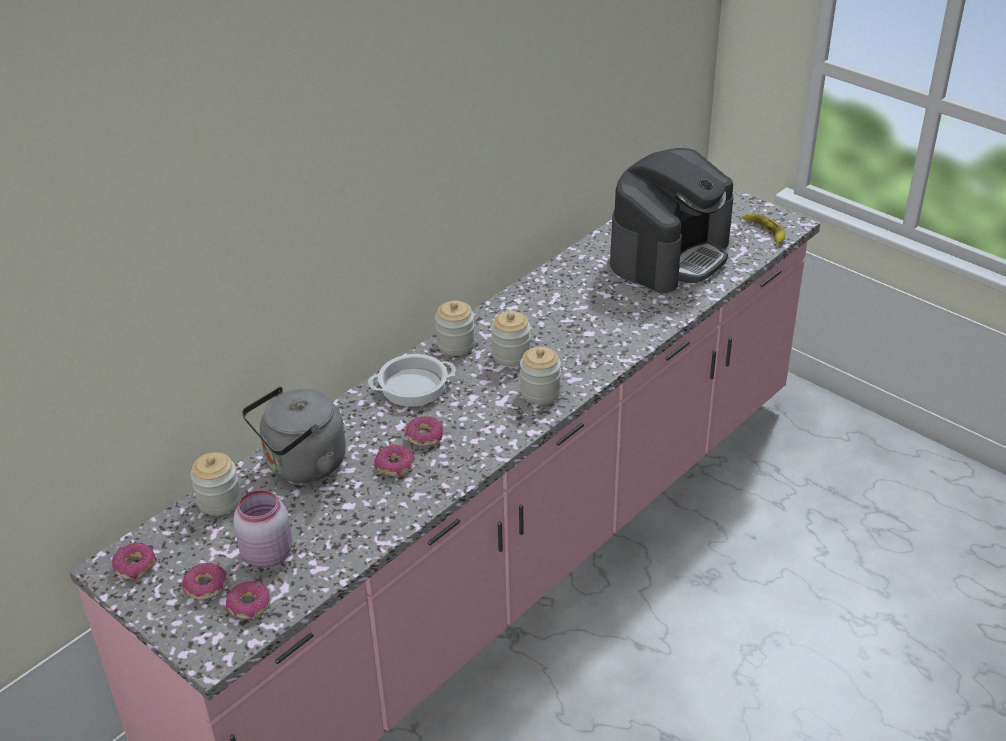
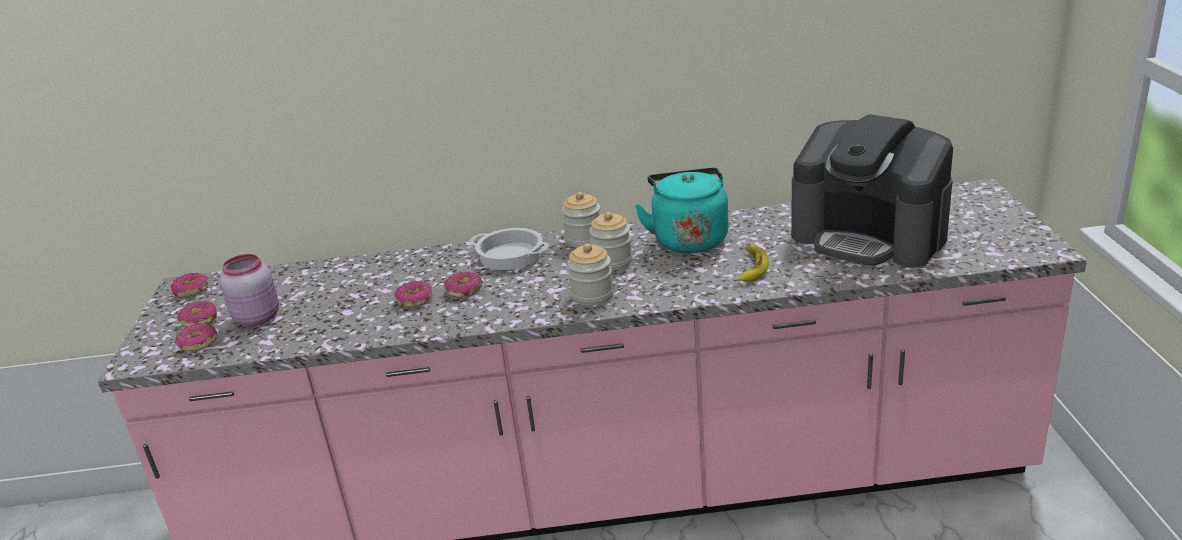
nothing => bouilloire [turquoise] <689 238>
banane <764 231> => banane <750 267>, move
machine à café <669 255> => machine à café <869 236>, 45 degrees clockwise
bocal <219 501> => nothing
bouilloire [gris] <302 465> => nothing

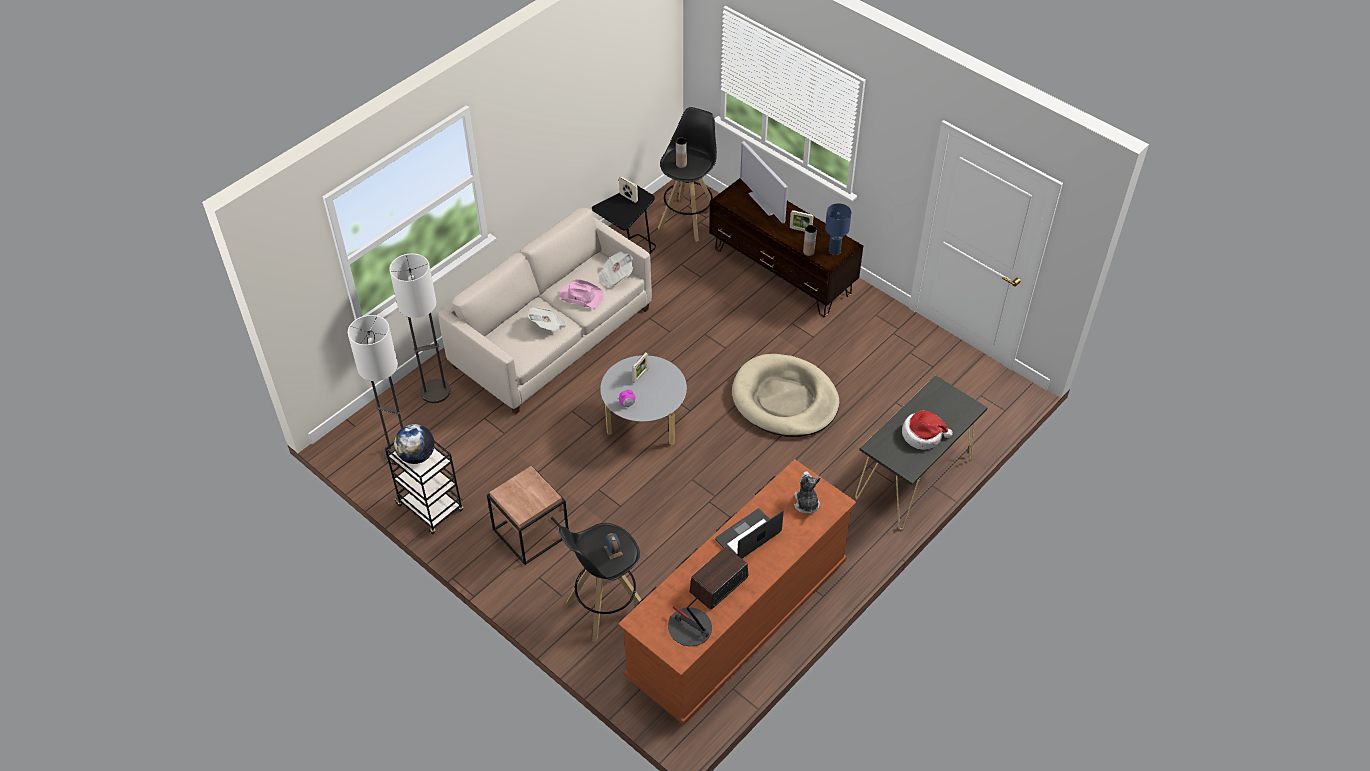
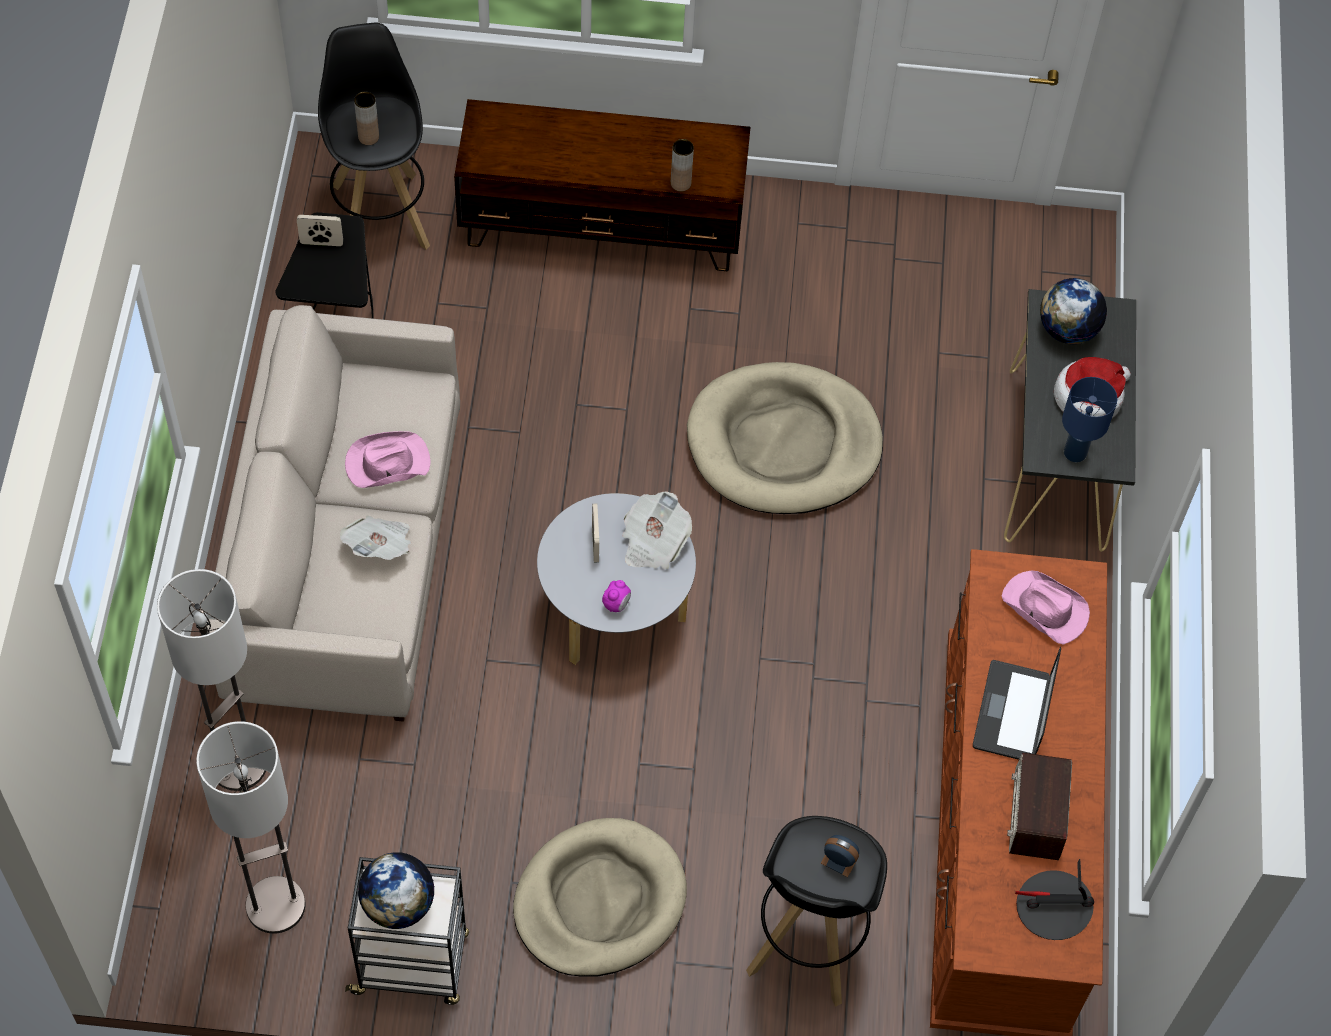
table d'appoint [marron] <530 533> => panier pour chien [beige] <599 901>
journal <615 276> => journal <653 542>, move
peluche <806 503> => chapeau [rose] <1045 609>
nothing => globe <1067 329>
lampe de table [bleu] <834 250> => lampe de table [bleu] <1074 453>, move
téléviseur <764 202> => nothing
cadre photo <800 229> => nothing

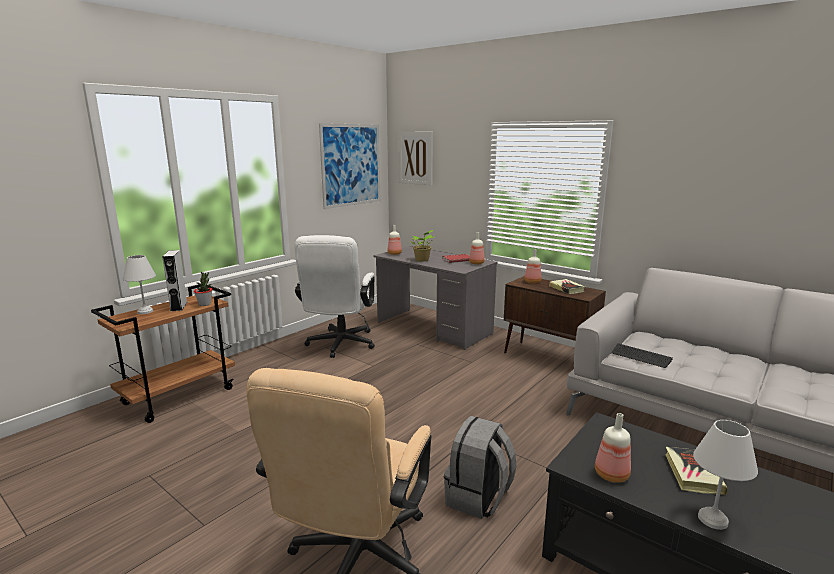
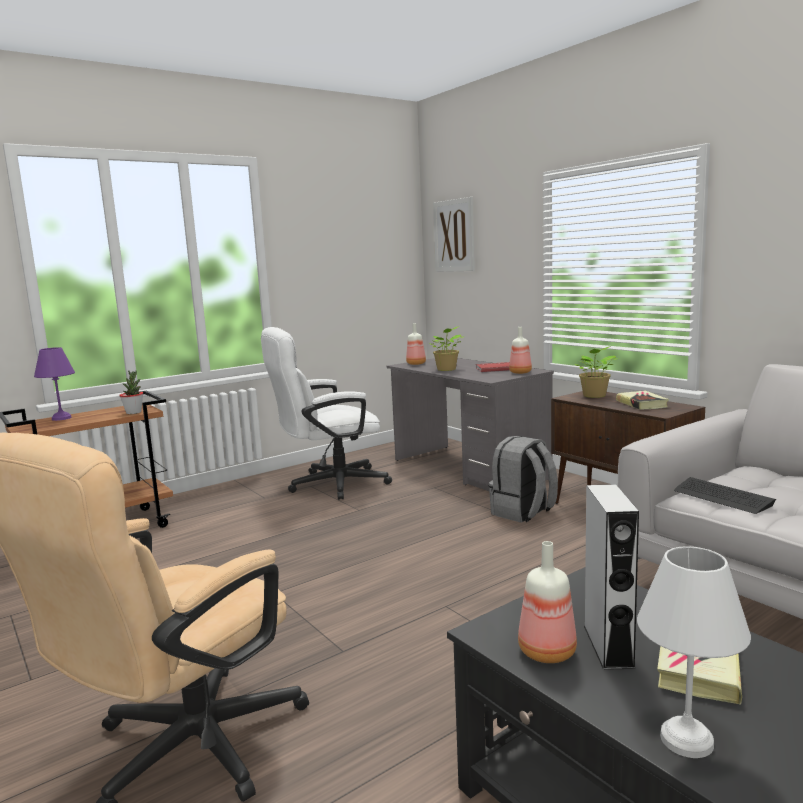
lampe de table [blanc] <145 312> => lampe de table [violet] <61 418>
chaise de bureau [blanc] <339 345> => chaise de bureau [blanc] <329 485>, 45 degrees clockwise
sac à dos [gris] <478 498> => sac à dos [gris] <523 512>, move
bouteille <532 282> => plante en pot <594 396>
enceinte [gris] <179 306> => enceinte [gris] <608 646>, move
tableau <351 165> => nothing

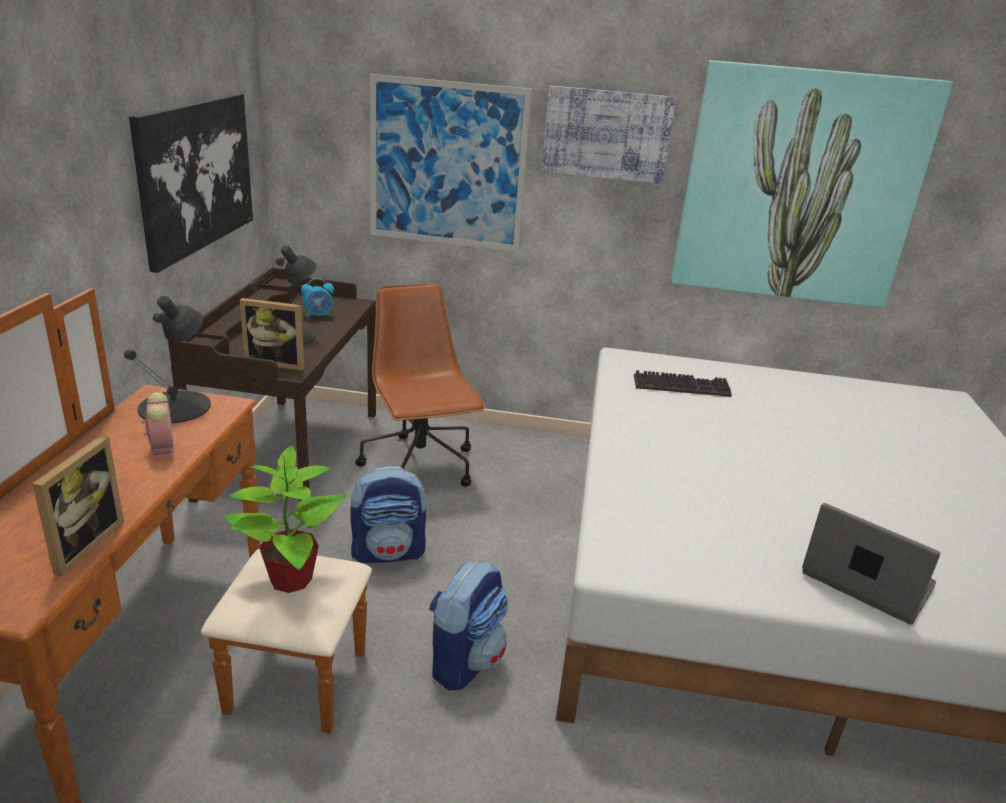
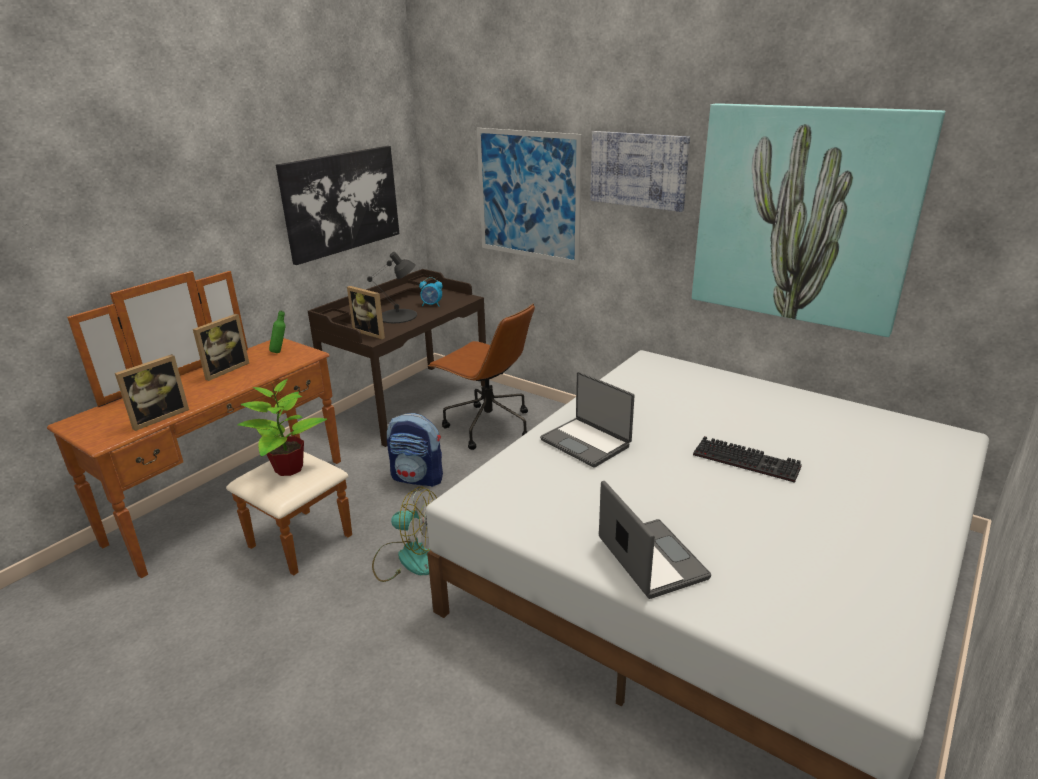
nothing => cadre photo <224 370>
lampe de table [noir] <176 406> => bouteille [vert] <280 351>
sac à dos <465 661> => ventilateur <407 558>
chaise de bureau [marron] <420 467> => chaise de bureau [marron] <487 426>, 120 degrees clockwise
nothing => ordinateur portable <586 442>
clavier <682 386> => clavier <748 461>, move
réveil <162 448> => nothing

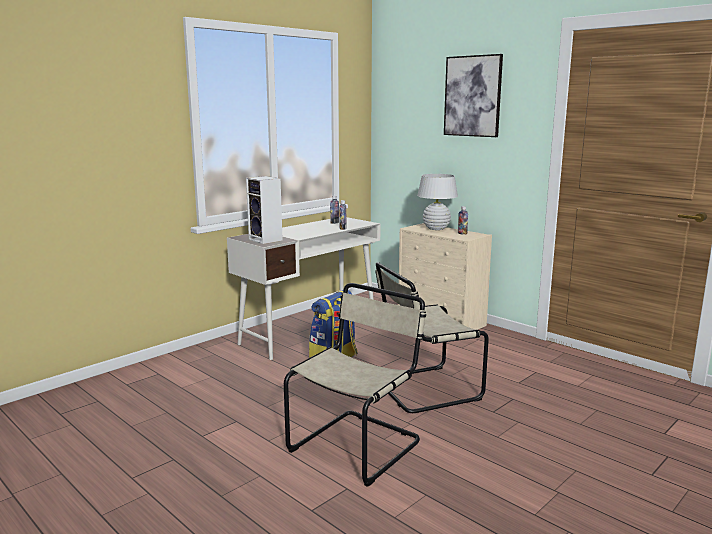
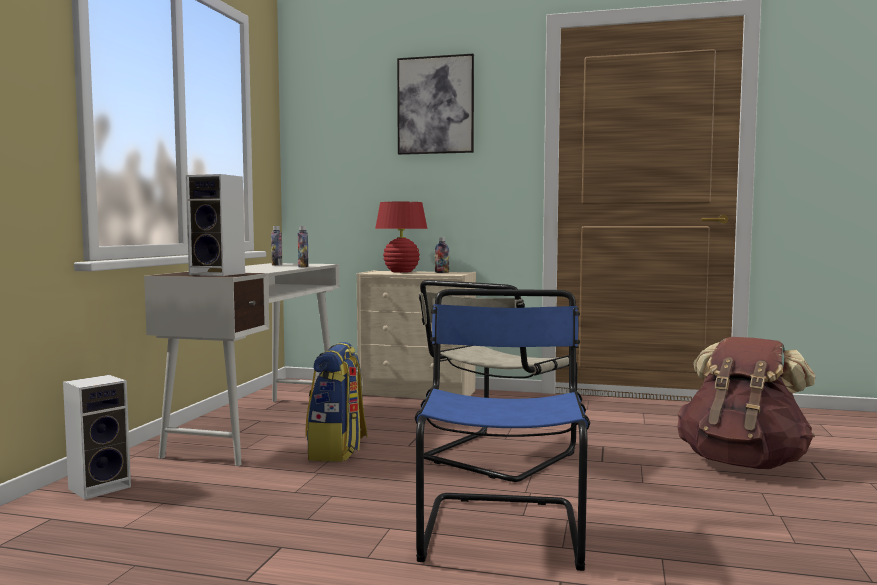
nothing => enceinte <101 487>
lampe de table [blanc] <436 228> => lampe de table [rouge] <401 272>
chaise [beige] <358 444> => chaise [bleu] <501 529>
nothing => sac à dos [marron] <742 463>

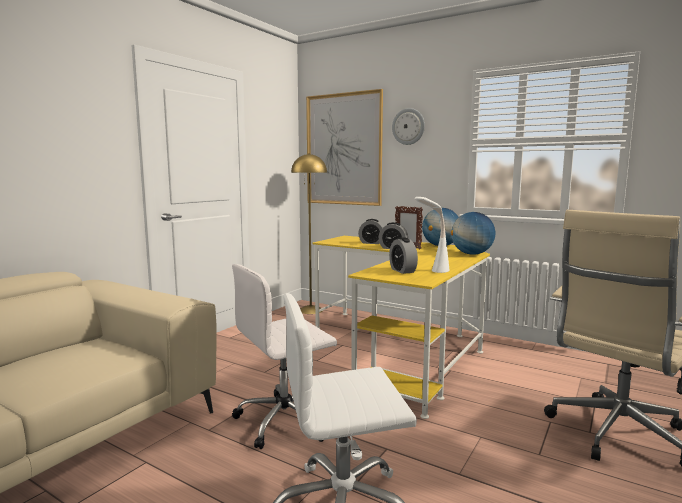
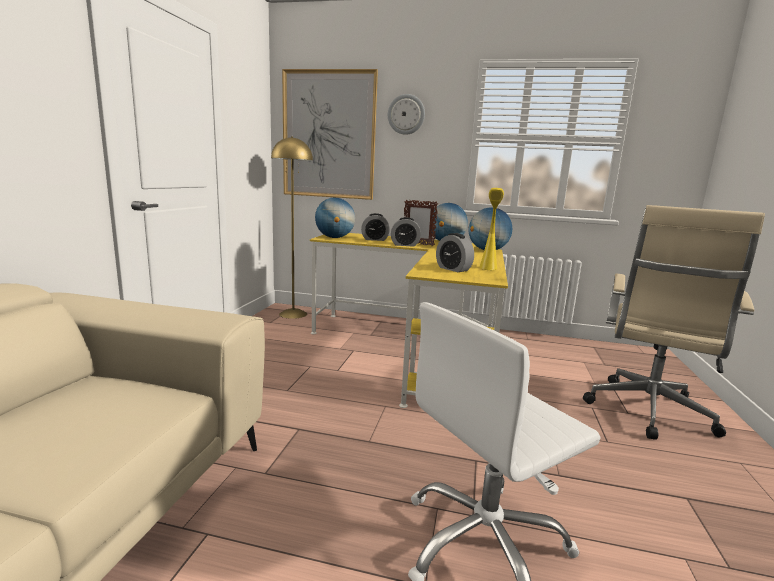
nothing => globe <334 237>
lampe de table [blanc] <431 275> => lampe de table [jaune] <487 273>
chaise de bureau [blanc] <286 420> => nothing

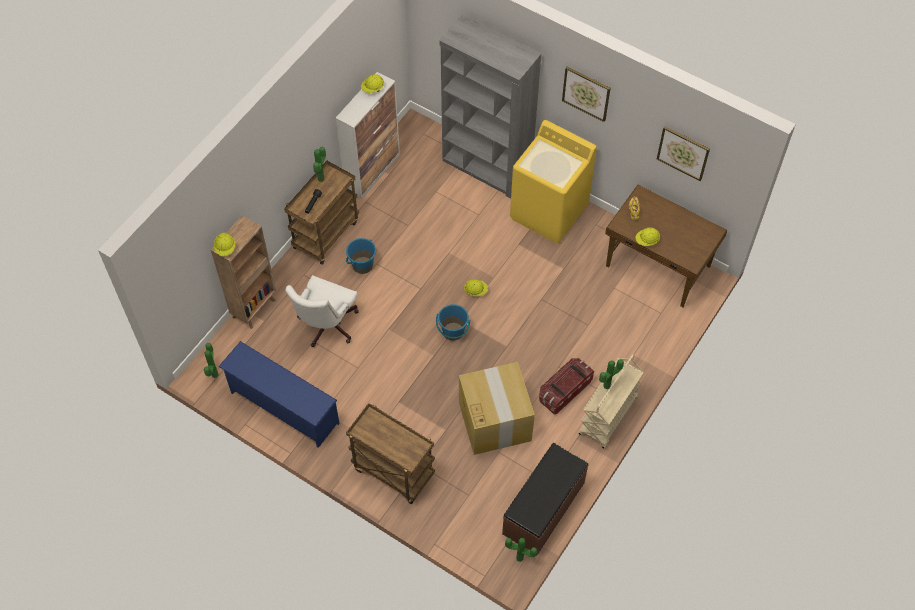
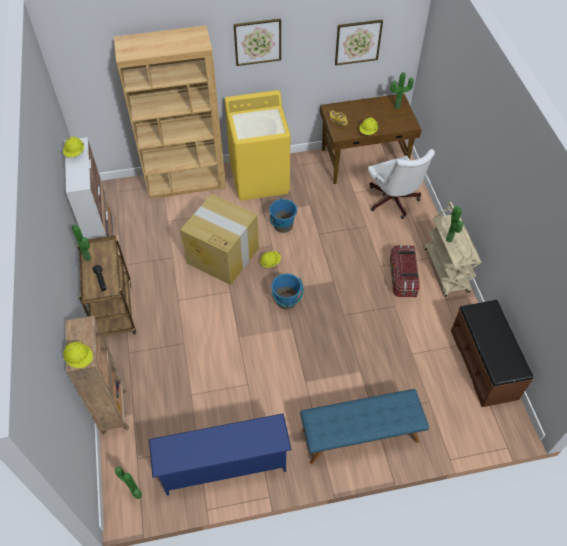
bibliothèque [gris] <486 168> => bibliothèque [marron] <186 182>
carton <494 420> => carton <222 255>, move
seau [bleu] <362 265> => seau [bleu] <283 226>, move
chariot [marron] <392 472> => banc [bleu] <360 436>
chaise de bureau [blanc] <326 326> => chaise de bureau [blanc] <393 202>, move
plante en pot <519 559> => plante en pot <398 107>, move

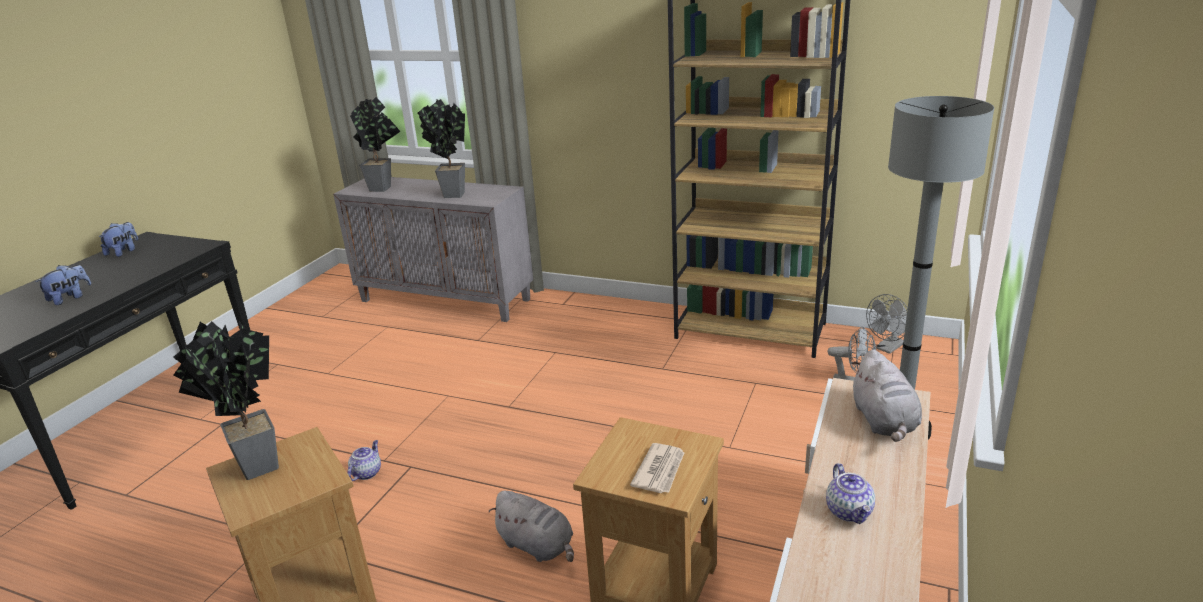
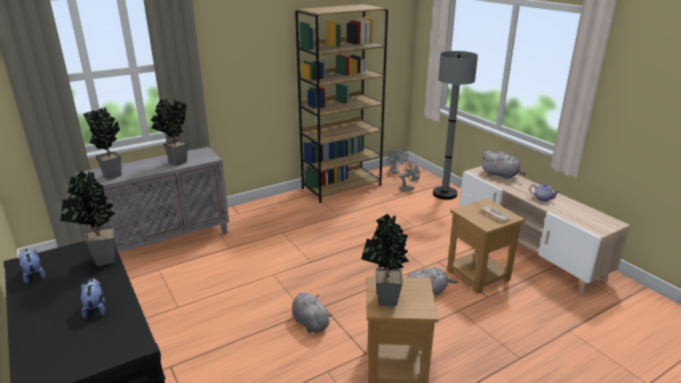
nothing => plante en pot <103 262>
théière <366 473> => peluche [gris] <309 322>

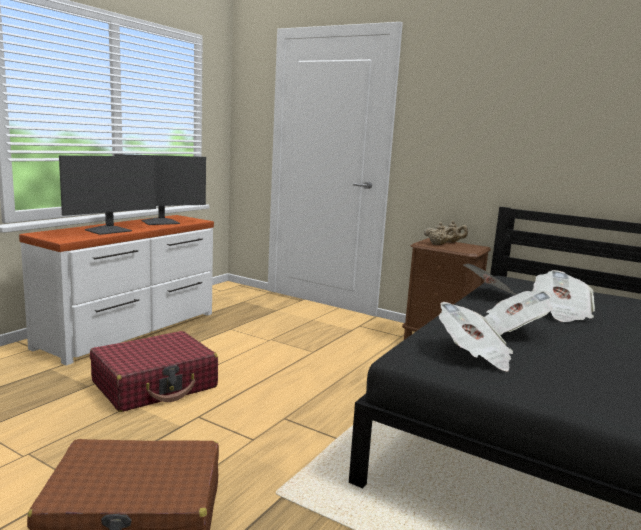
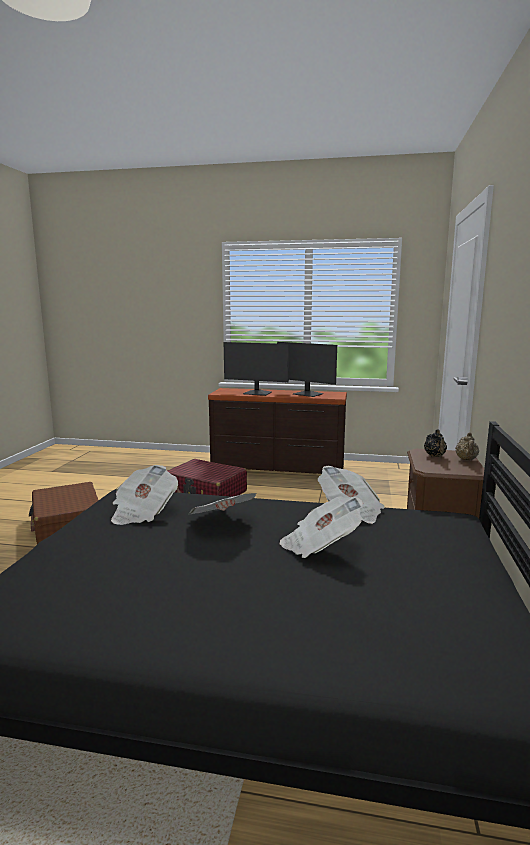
commode [blanc] <131 330> => commode [marron] <277 468>
théière [beige] <438 244> => théière [noir] <435 456>

